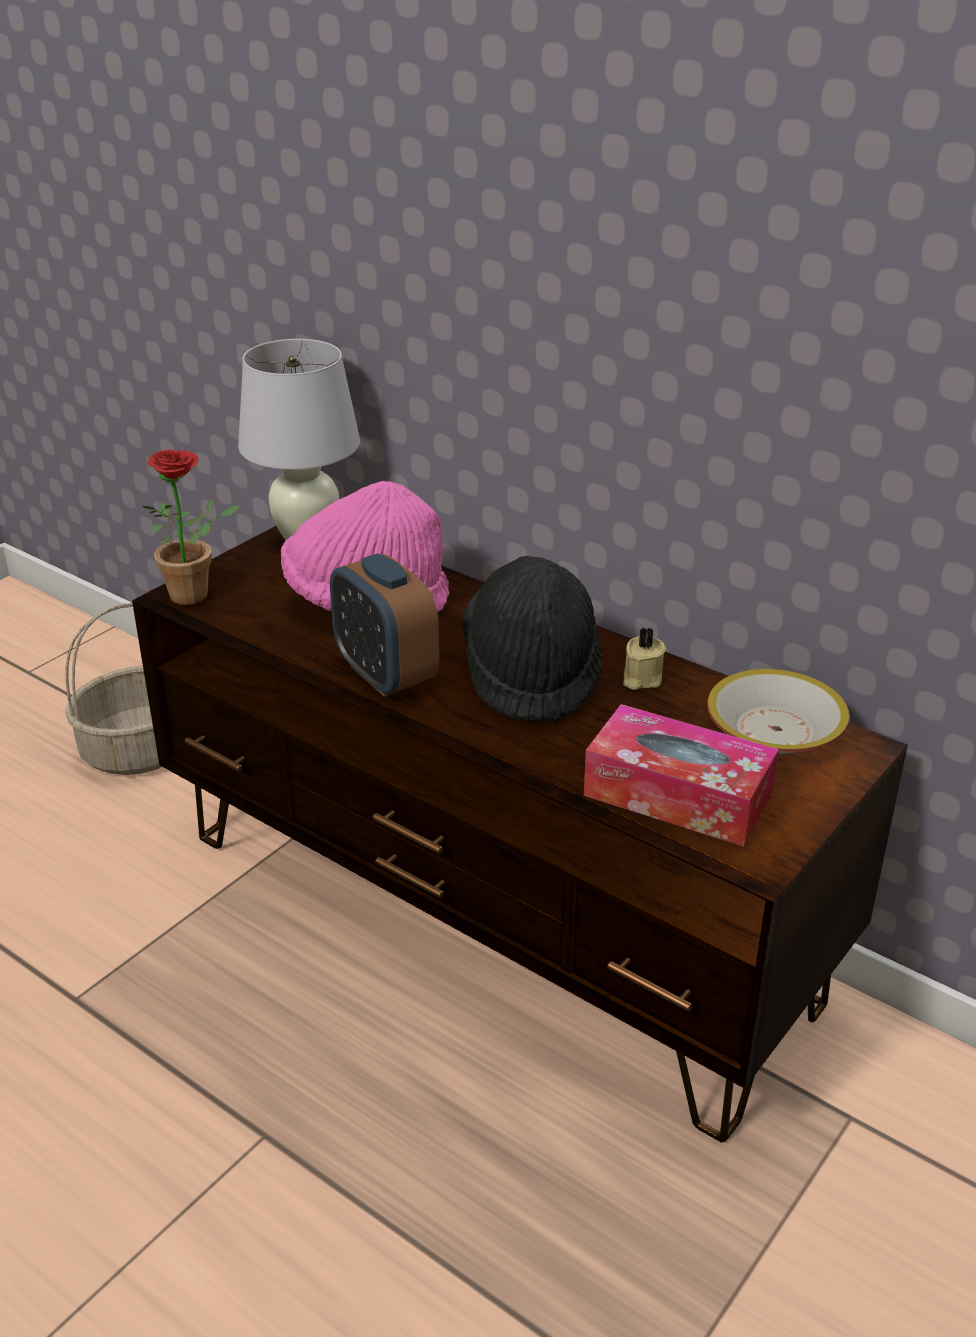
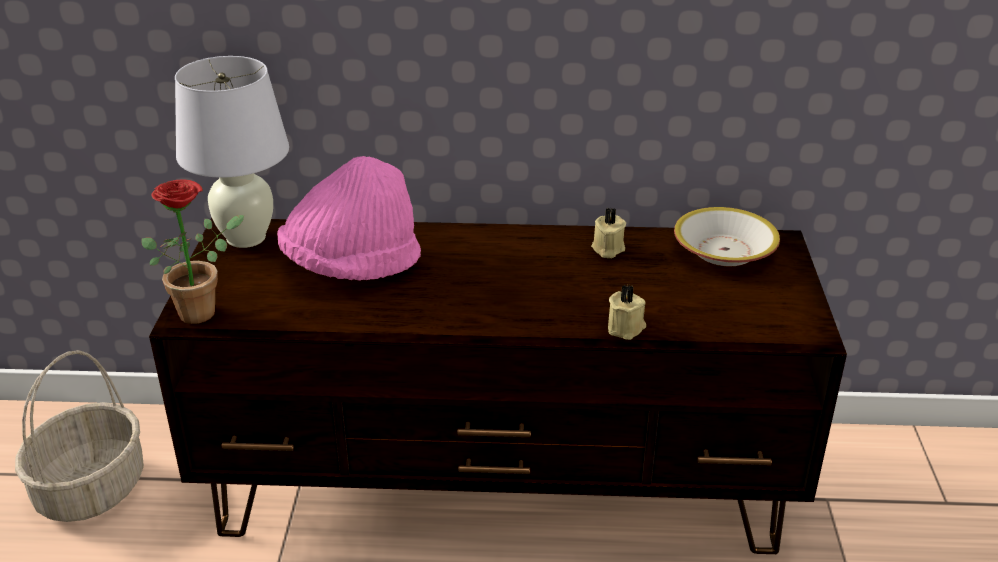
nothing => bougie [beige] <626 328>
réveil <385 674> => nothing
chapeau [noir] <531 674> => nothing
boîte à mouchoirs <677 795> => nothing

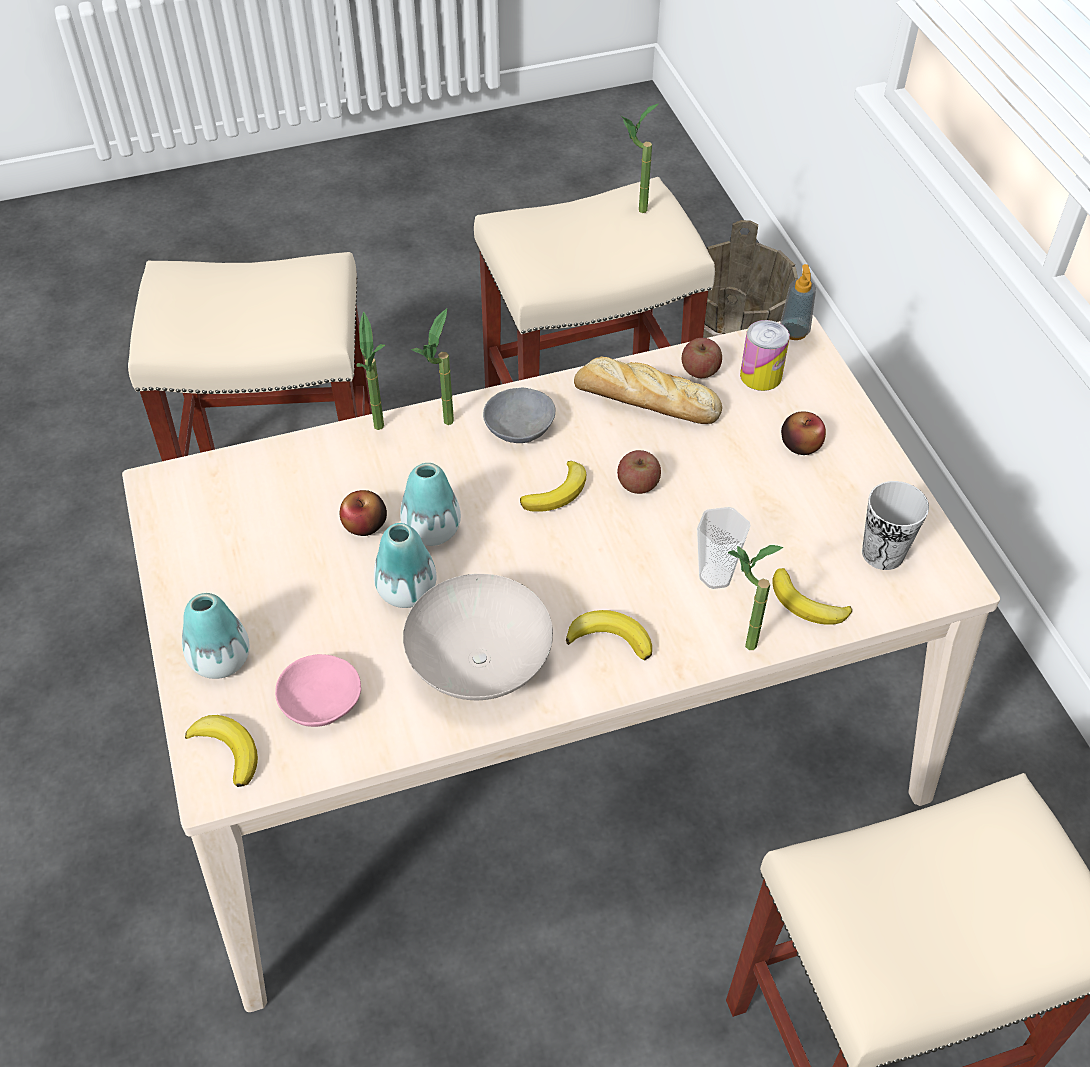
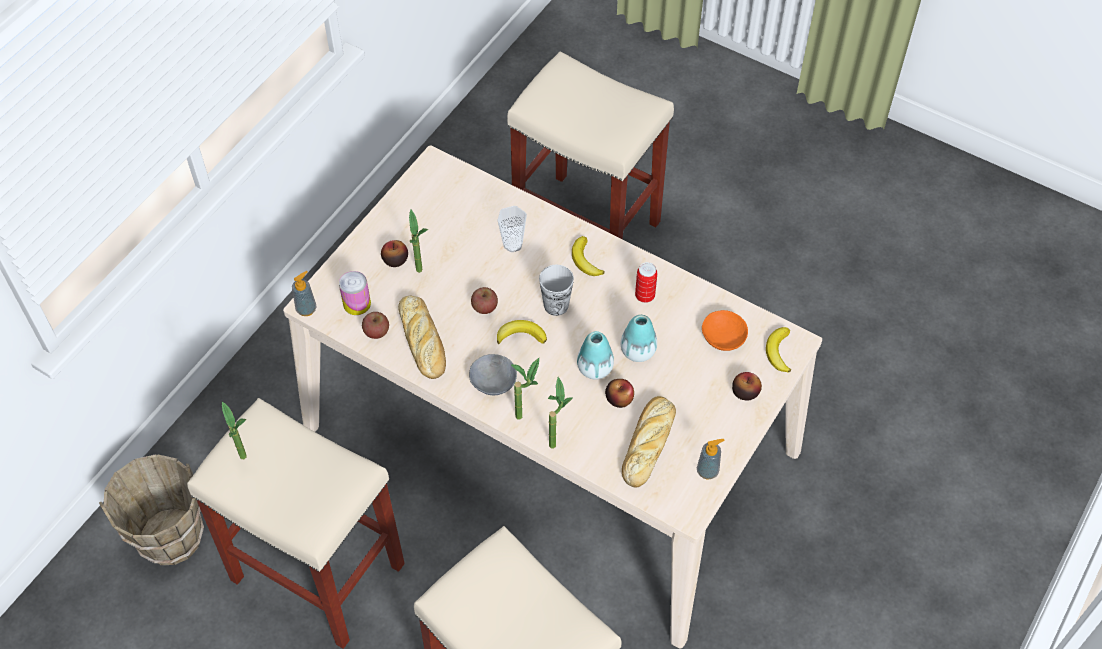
plante en pot <738 644> => plante en pot <422 274>, move
tasse <883 553> => tasse <556 305>, move
nothing => pain <648 442>
bol [blanc] <482 663> => boîte métallique <645 296>
nothing => distributeur de savon <707 471>
bol [rose] <323 700> => bol [orange] <721 337>
vase <221 660> => pomme <745 392>
banane <807 604> => nothing

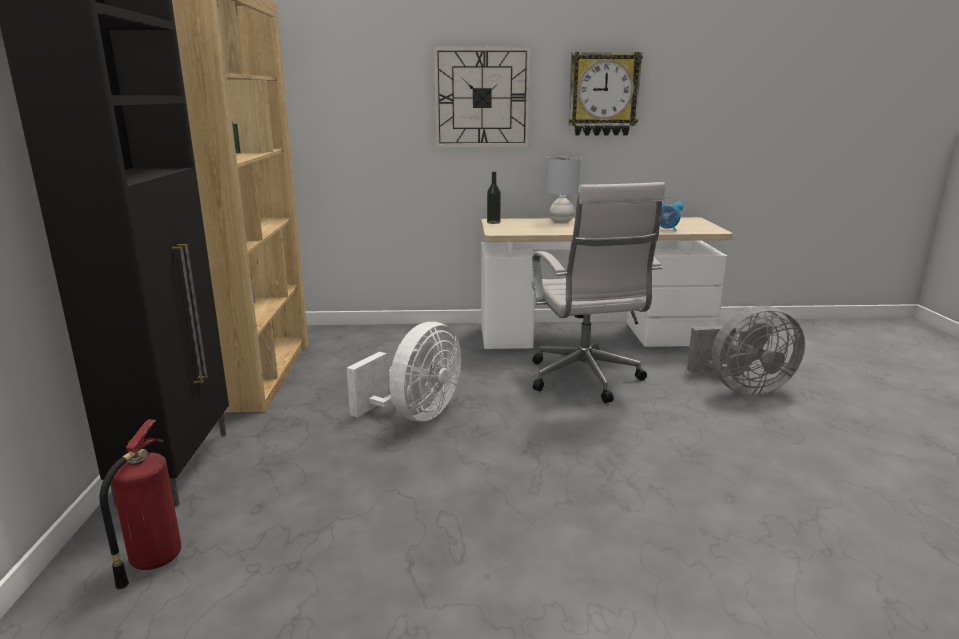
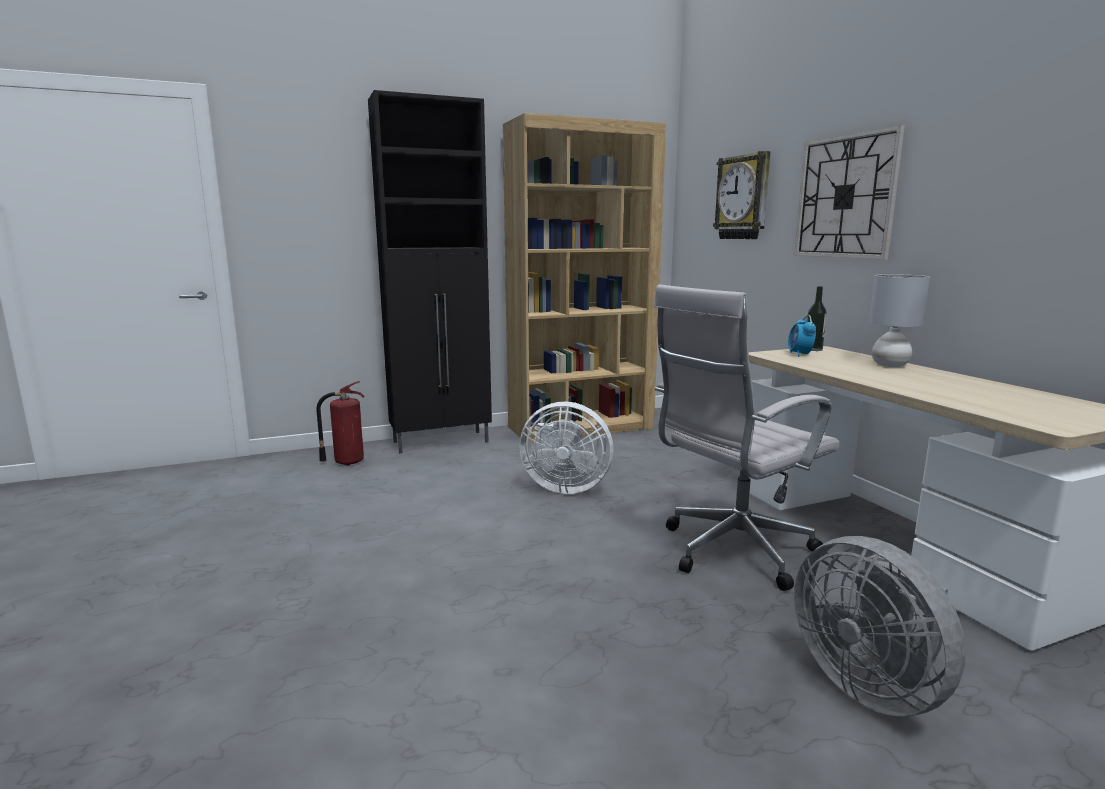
horloge murale <603 94> => horloge murale <743 197>, move
réveil <666 229> => réveil <799 354>, move

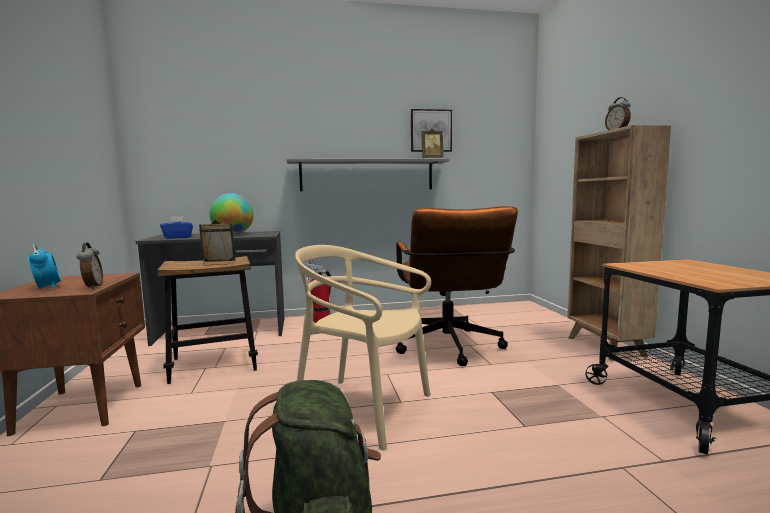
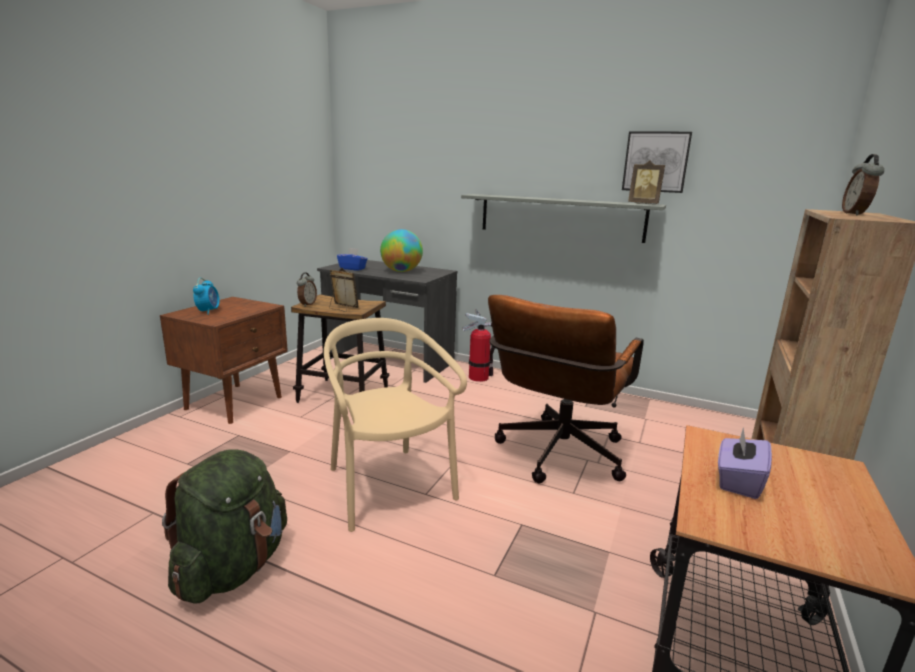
réveil <92 287> => réveil <307 304>, move
nothing => boîte à mouchoirs [violet] <738 481>

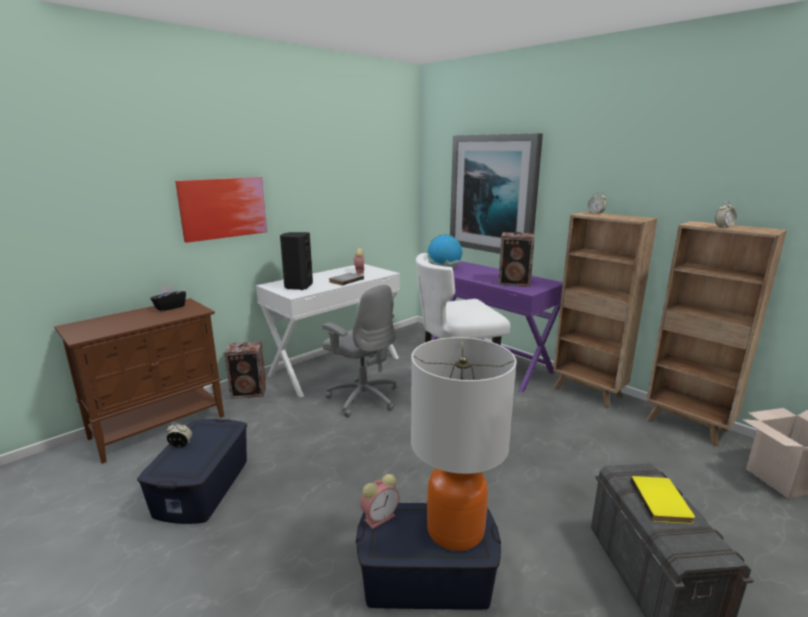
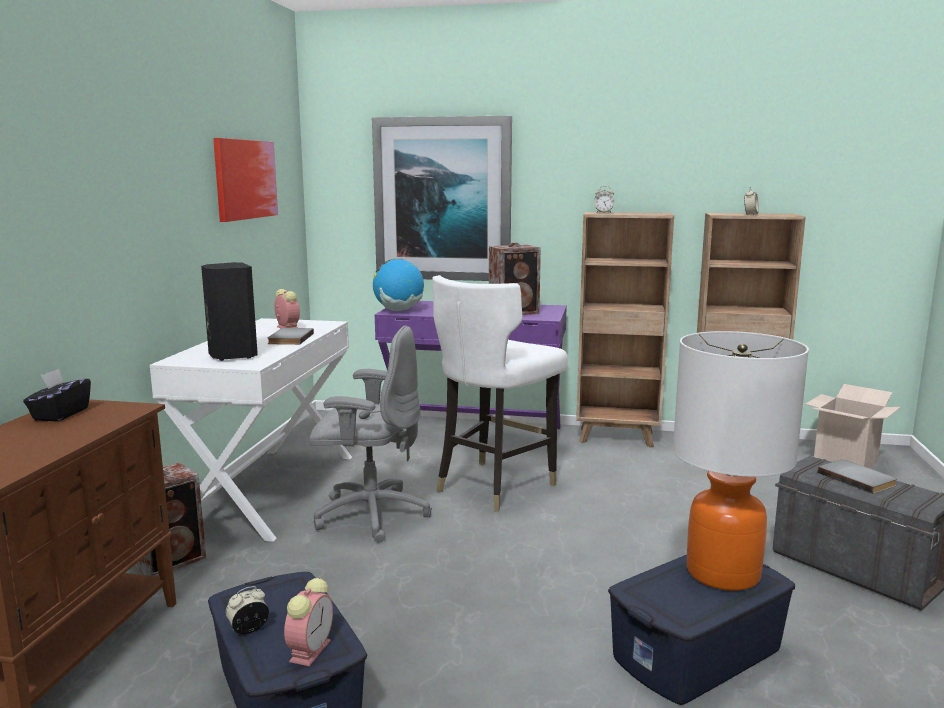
tableau <223 208> => tableau <245 179>, move
réveil <380 517> => réveil <310 649>, move
livre [jaune] <662 501> => livre [gris] <857 478>

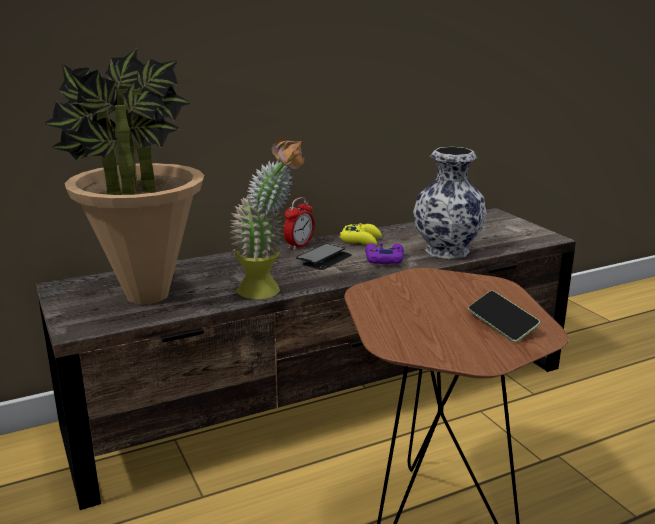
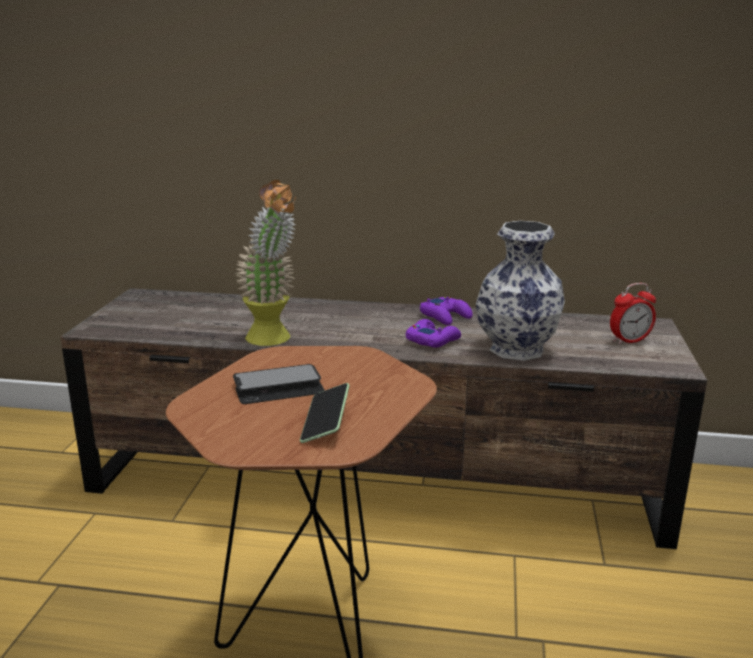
téléphone <324 258> => téléphone <278 387>, move
manette [jaune] <361 240> => manette [violet] <446 316>
réveil <299 245> => réveil <629 341>, move
plante en pot <146 296> => nothing

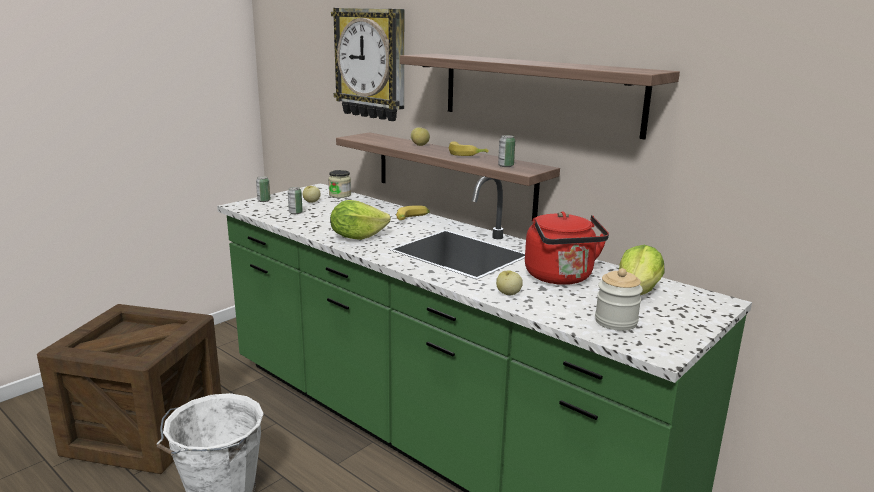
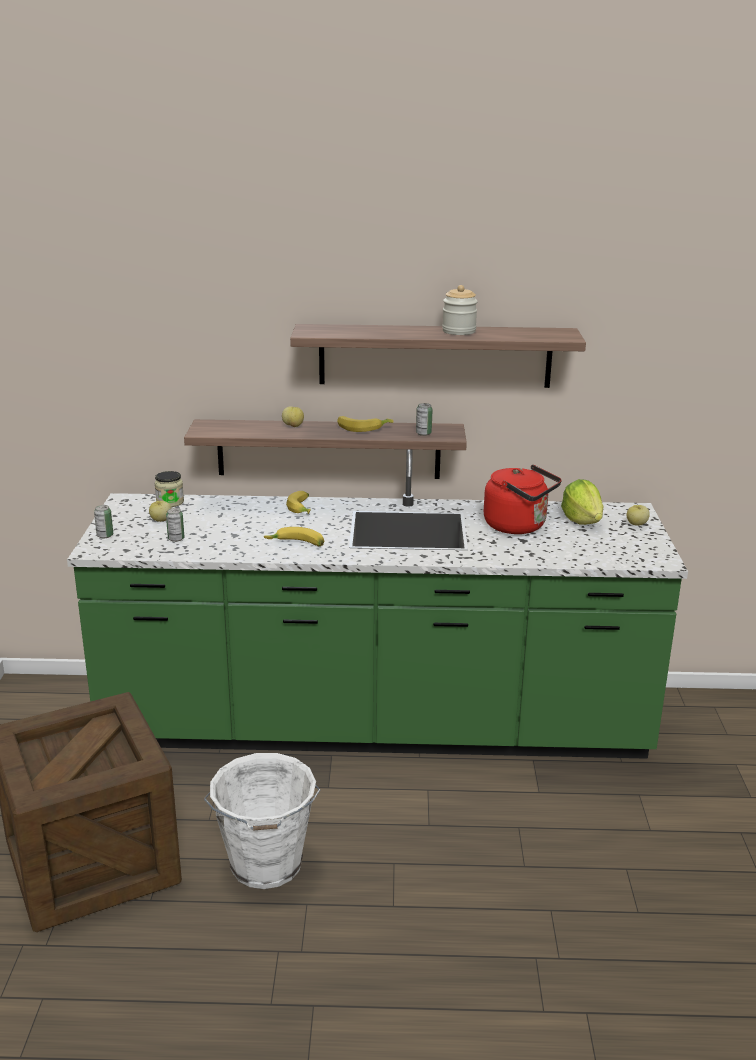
laitue <357 237> => banane <296 545>
bocal <616 322> => bocal <459 331>, move
pomme <508 294> => pomme <636 524>, move
horloge murale <371 64> => nothing

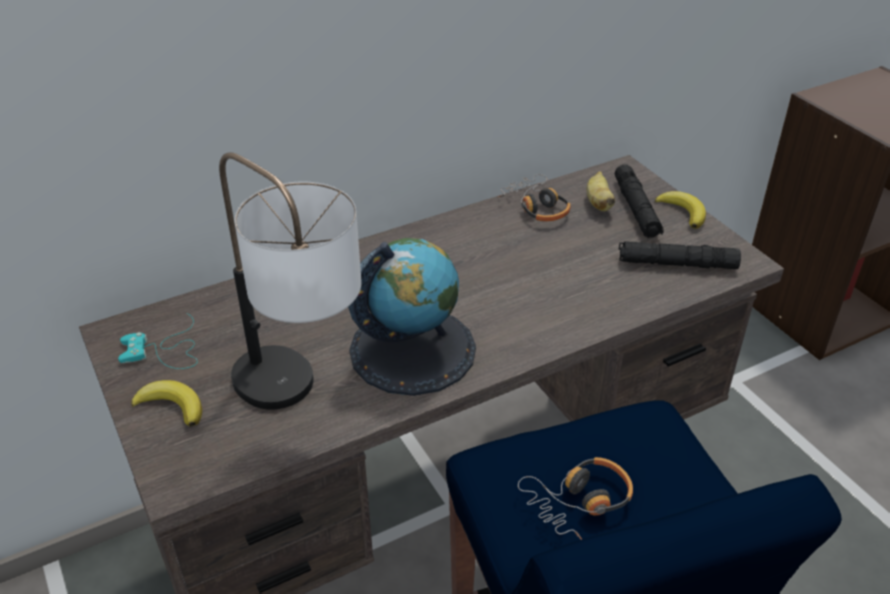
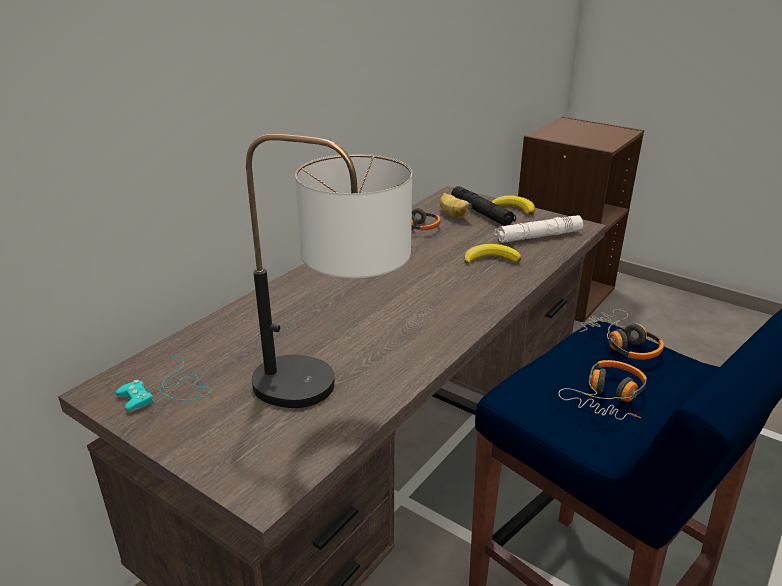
banane <172 406> => banane <491 259>, move
lampe de poche [noir] <676 264> => lampe de poche [blanc] <538 236>
nothing => casque audio <621 343>
globe <412 349> => nothing

